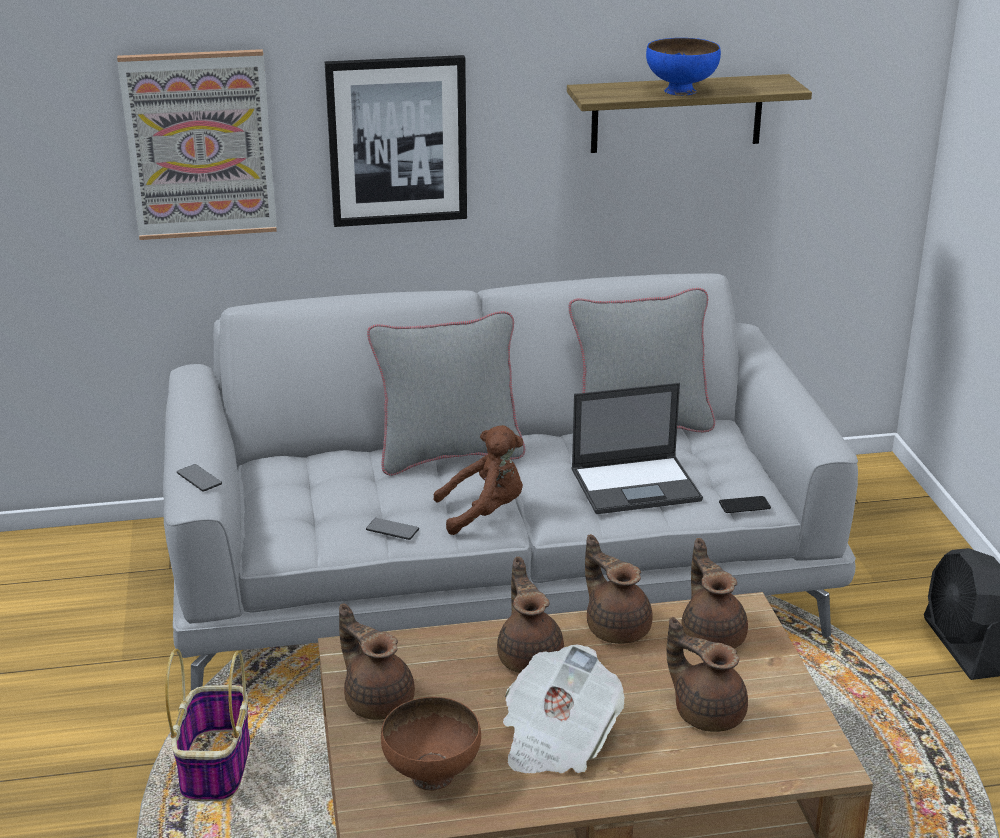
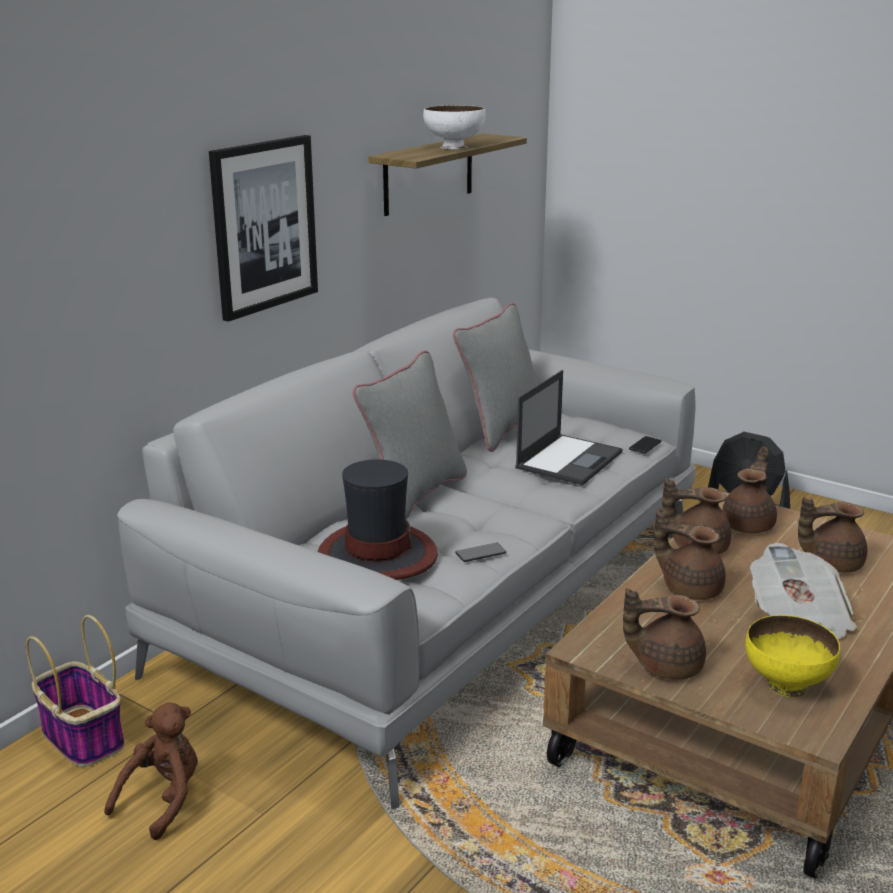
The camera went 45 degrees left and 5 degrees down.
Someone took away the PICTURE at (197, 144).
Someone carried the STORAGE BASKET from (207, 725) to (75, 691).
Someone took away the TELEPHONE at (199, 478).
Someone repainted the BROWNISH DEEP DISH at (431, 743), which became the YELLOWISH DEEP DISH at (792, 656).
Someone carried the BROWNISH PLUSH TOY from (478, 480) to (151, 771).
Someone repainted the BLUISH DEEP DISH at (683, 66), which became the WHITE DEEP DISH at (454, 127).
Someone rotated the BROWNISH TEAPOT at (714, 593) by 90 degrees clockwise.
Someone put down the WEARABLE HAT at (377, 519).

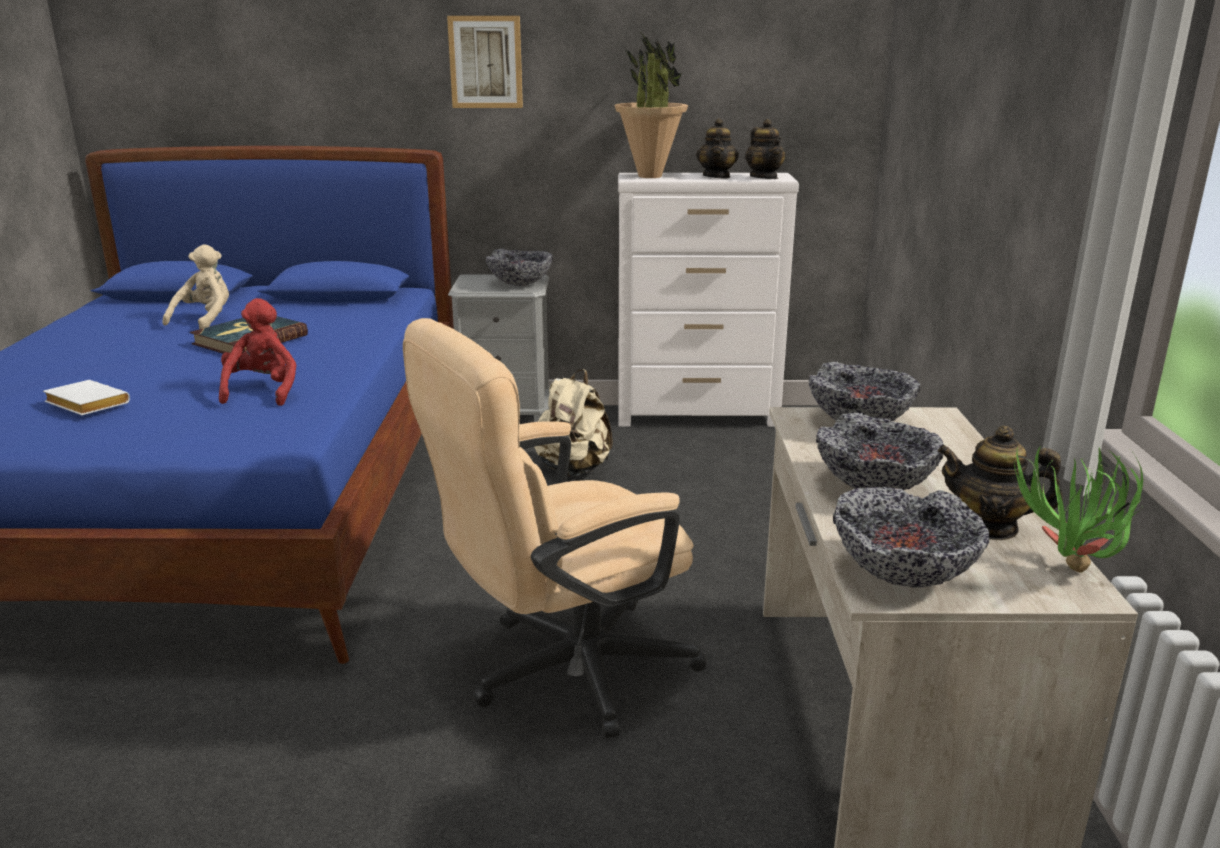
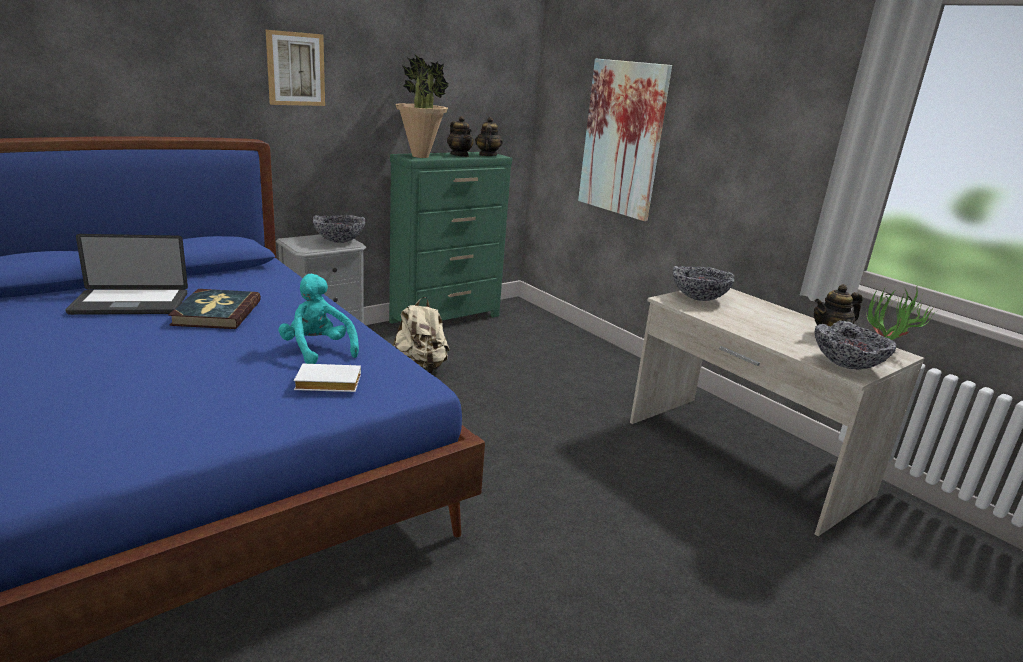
The camera went 40 degrees left and 0 degrees up.
Someone carried the WHITE BOUND BOOK from (86, 397) to (327, 377).
Someone swapped the BEIGE-COLOURED PLUSH TOY at (195, 287) for the PORTABLE COMPUTER at (126, 274).
Someone repainted the REDDISH PLUSH TOY at (257, 352), which became the BLUE-GREEN PLUSH TOY at (318, 319).
Someone took away the BEIGE-COLOURED DESK CHAIR at (555, 528).
Someone repainted the WHITE DRAWER CHEST at (708, 300), which became the GREEN DRAWER CHEST at (450, 238).
Someone rotated the TEAPOT at (765, 149) by 120 degrees counterclockwise.
Someone took away the DEEP DISH at (879, 451).
Someone put up the PICTURE at (625, 139).

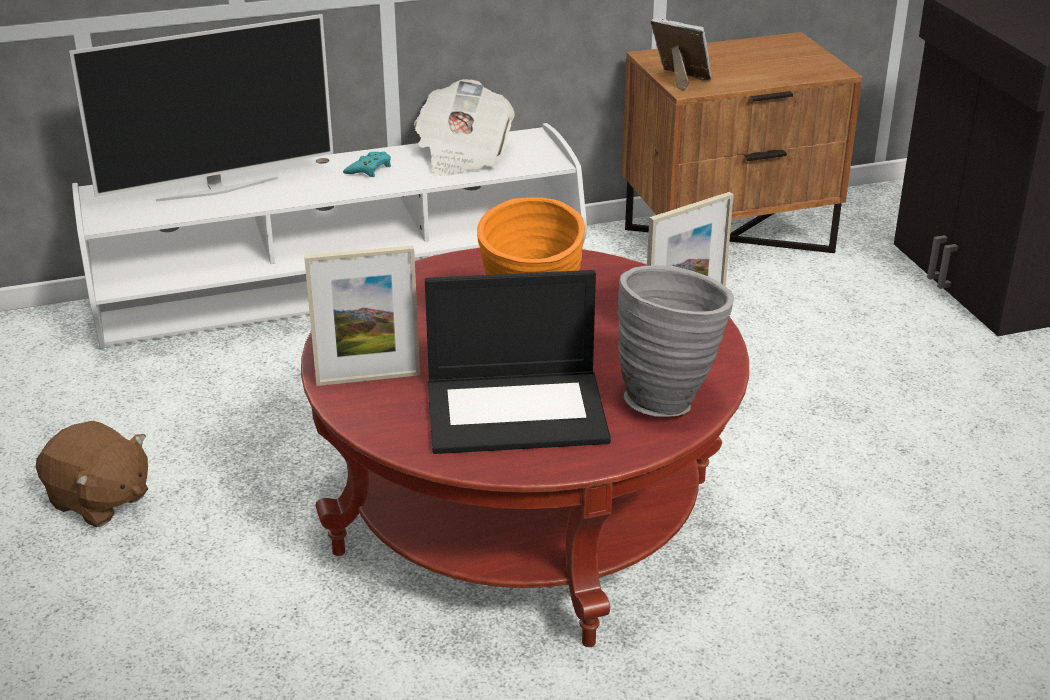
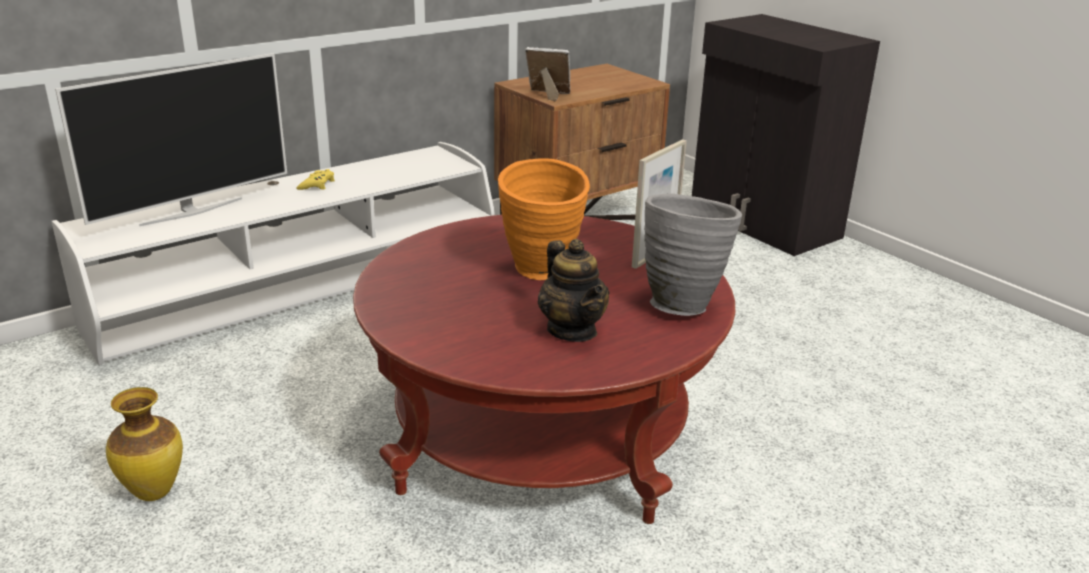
The camera went 20 degrees left and 5 degrees down.
Someone swapped the BROWNISH PLUSH TOY at (92, 474) for the VASE at (144, 444).
Someone took away the PICTURE FRAME at (362, 316).
Someone repainted the BLUE-GREEN JOYPAD at (367, 164), which became the YELLOWISH JOYPAD at (315, 179).
Someone took away the NEWSPAPER at (464, 127).
Someone swapped the PORTABLE COMPUTER at (518, 362) for the TEAPOT at (574, 290).

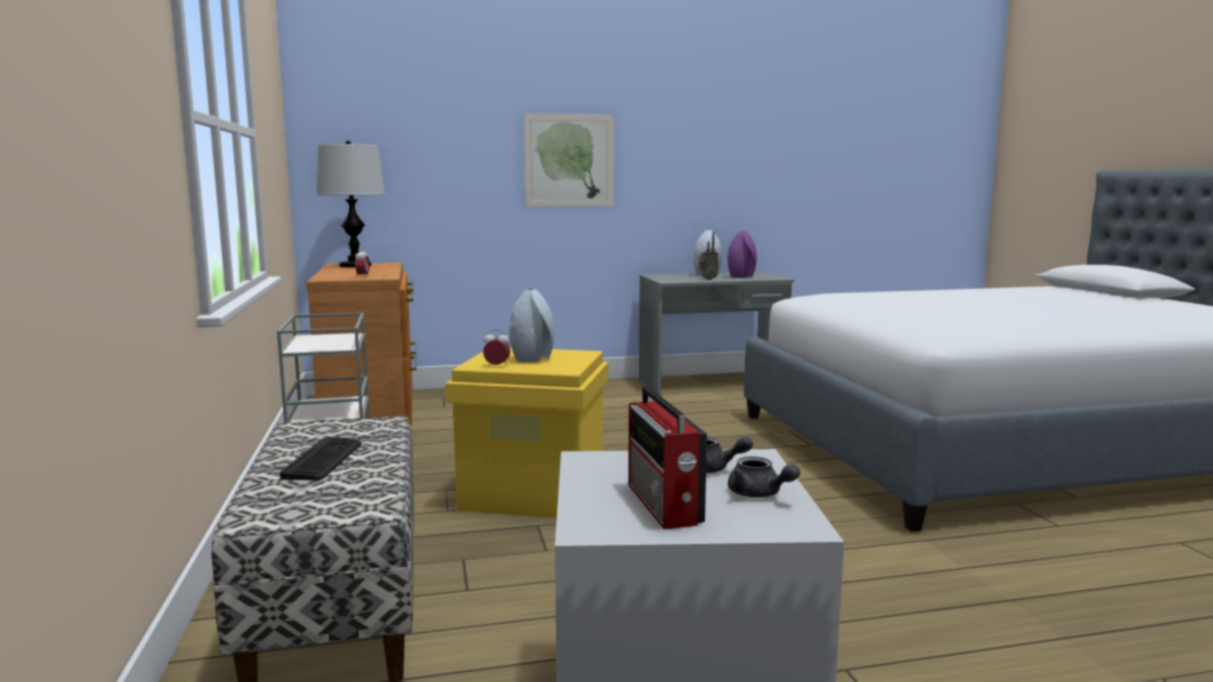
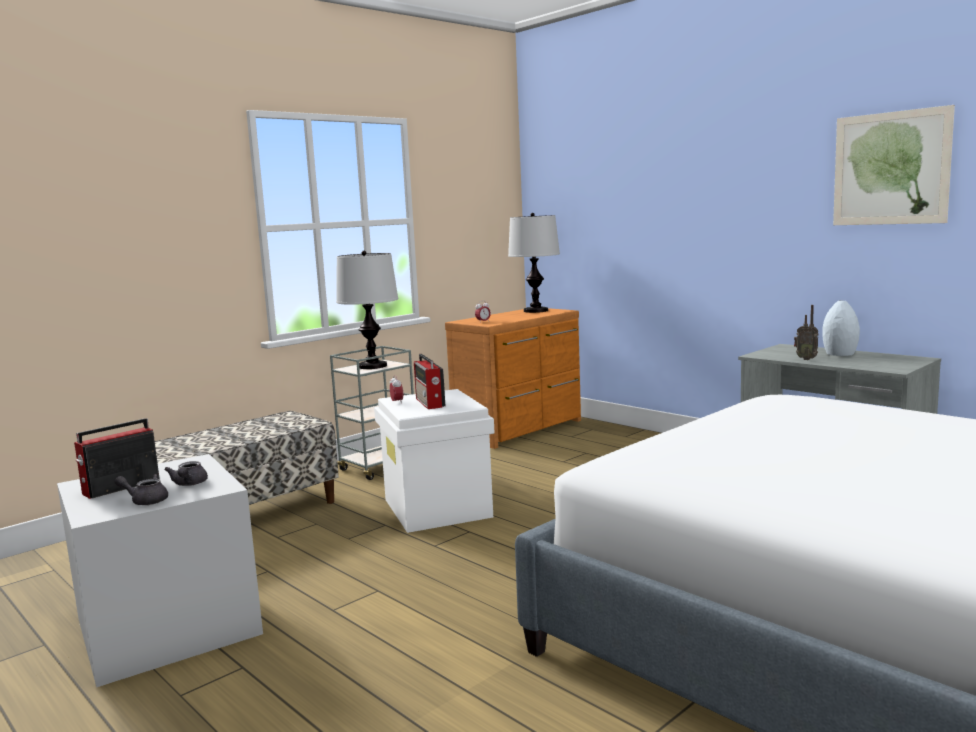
The camera went 60 degrees right and 0 degrees up.
Someone took away the KEYBOARD at (320, 458).
Someone repainted the YELLOWISH STORAGE CONTAINER at (526, 433), which became the WHITE STORAGE CONTAINER at (434, 461).
Someone swapped the GRAY VASE at (531, 326) for the RADIO at (429, 381).
Someone carried the PICTURE from (569, 160) to (894, 165).
Someone took away the PURPLE VASE at (742, 254).
Someone rotated the GRAY TEAPOT at (764, 477) by 75 degrees clockwise.
Someone put down the TABLETOP LAMP at (367, 310).

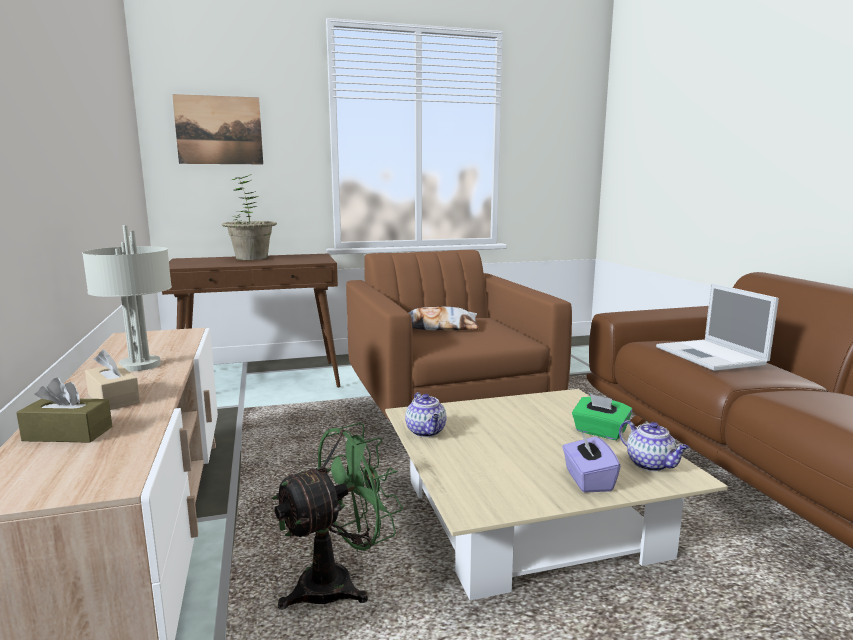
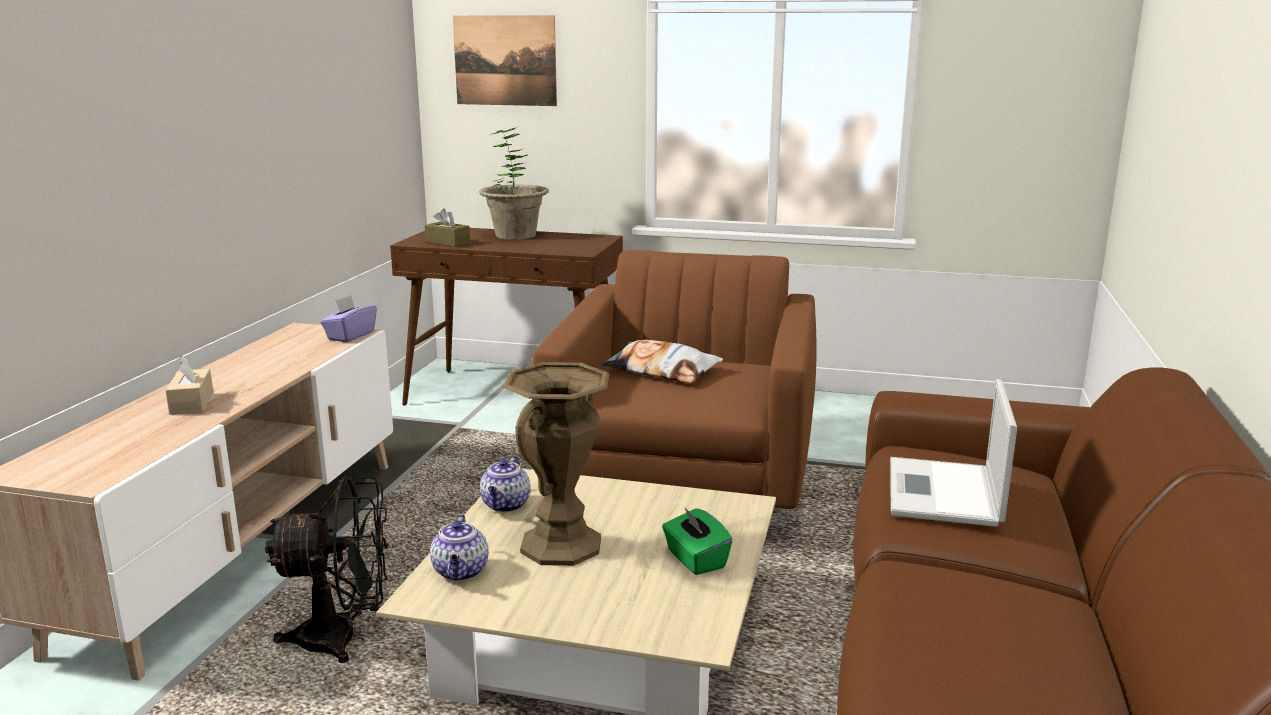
The camera went 30 degrees right and 5 degrees up.
Someone carried the BROWNISH TISSUE BOX from (64, 410) to (447, 227).
Someone took away the GRAY TABLETOP LAMP at (127, 298).
Someone repainted the GREEN ELECTRIC FAN at (337, 516), which became the BLACK ELECTRIC FAN at (326, 569).
Someone carried the PURPLE TISSUE BOX from (591, 462) to (348, 318).
Someone carried the TEAPOT from (654, 445) to (459, 547).
Someone put down the BROWNISH VASE at (556, 464).

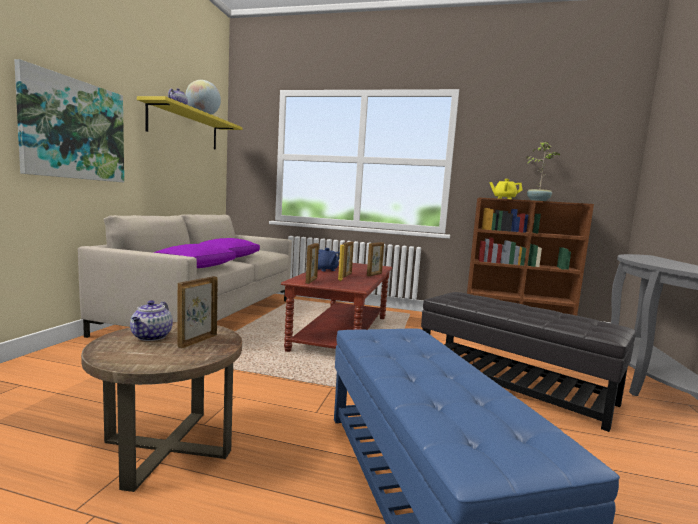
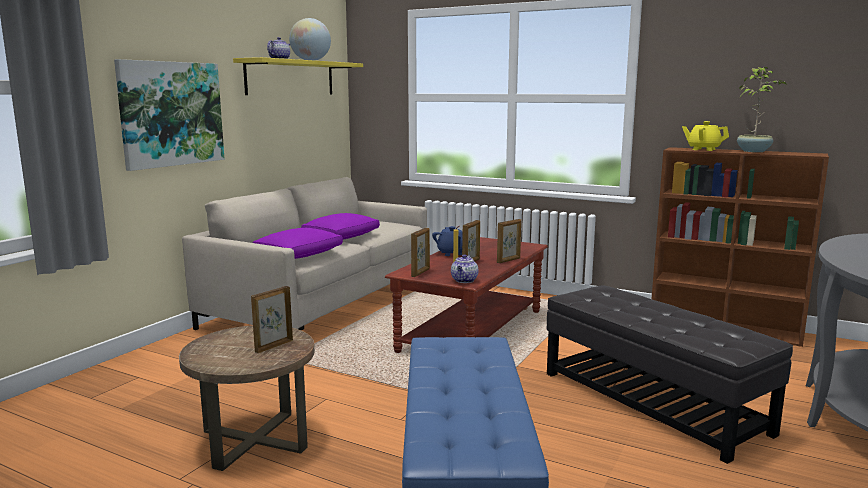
The camera went 15 degrees right and 5 degrees up.
Someone carried the TEAPOT from (151, 320) to (465, 268).

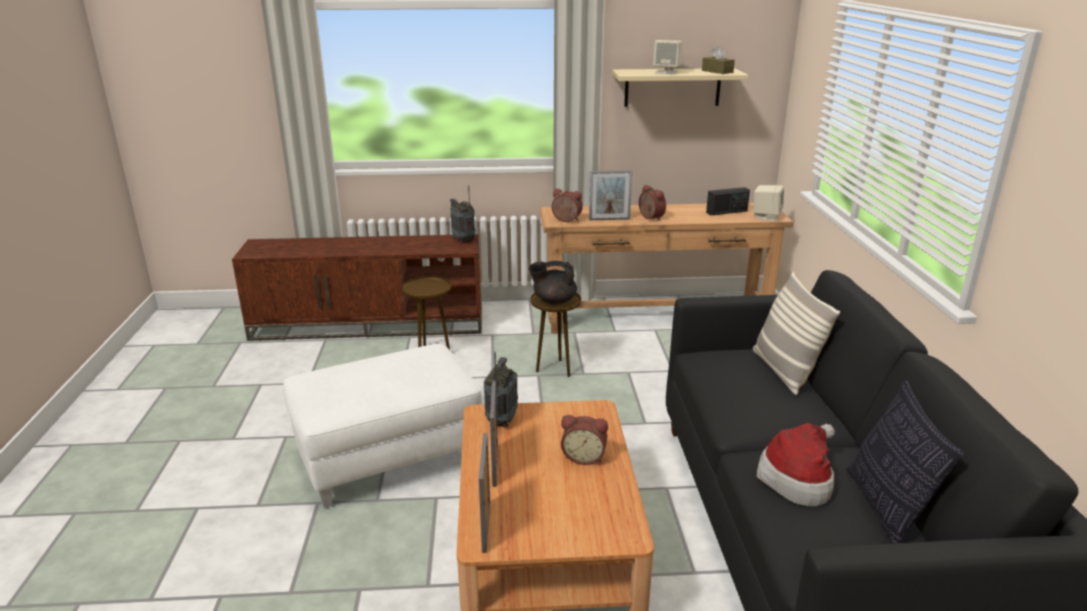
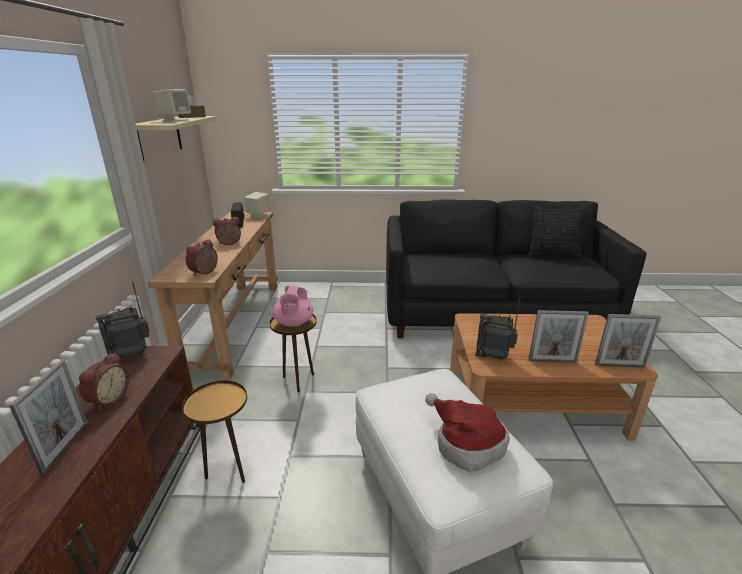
The camera went 85 degrees left and 0 degrees up.
Someone repainted the BLACK TEAPOT at (553, 283), which became the PINKISH TEAPOT at (292, 306).
Someone carried the ALARM CLOCK from (584, 440) to (104, 381).
Someone carried the PICTURE FRAME from (610, 195) to (48, 417).
Someone took away the PILLOW at (796, 333).
Someone carried the WEARABLE HAT from (796, 464) to (467, 433).

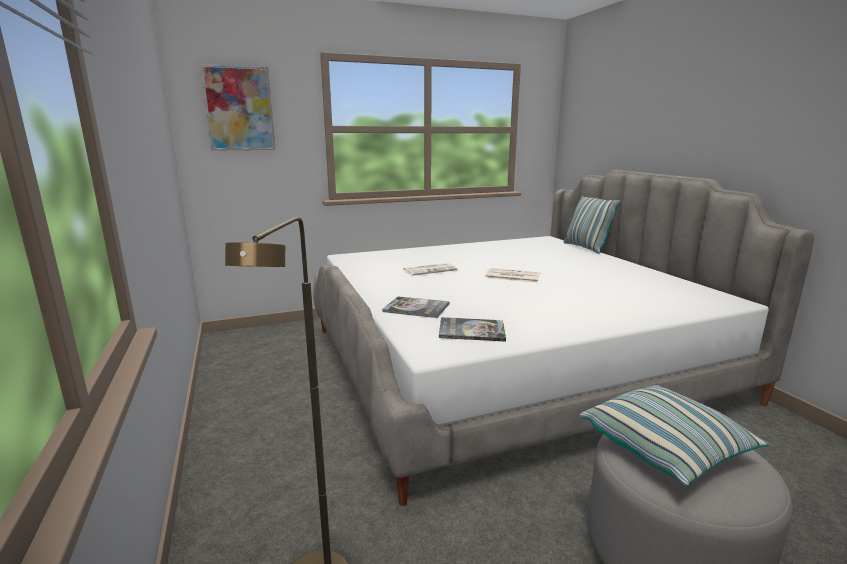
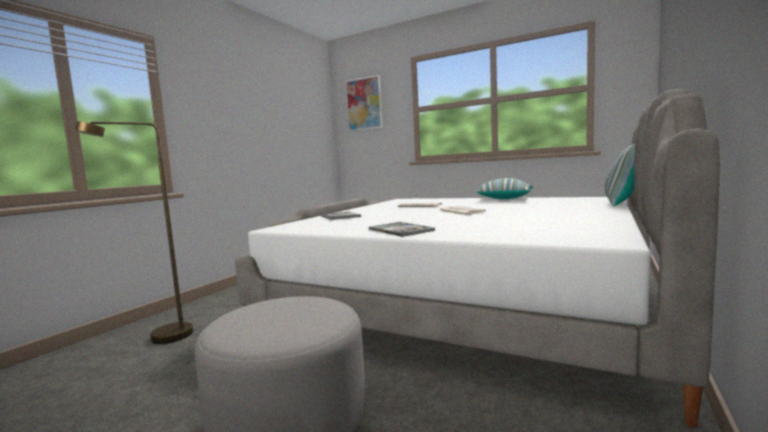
The camera went 50 degrees right and 10 degrees down.
Someone carried the BOUND BOOK from (472, 329) to (402, 229).
Someone carried the PILLOW from (675, 435) to (504, 188).

